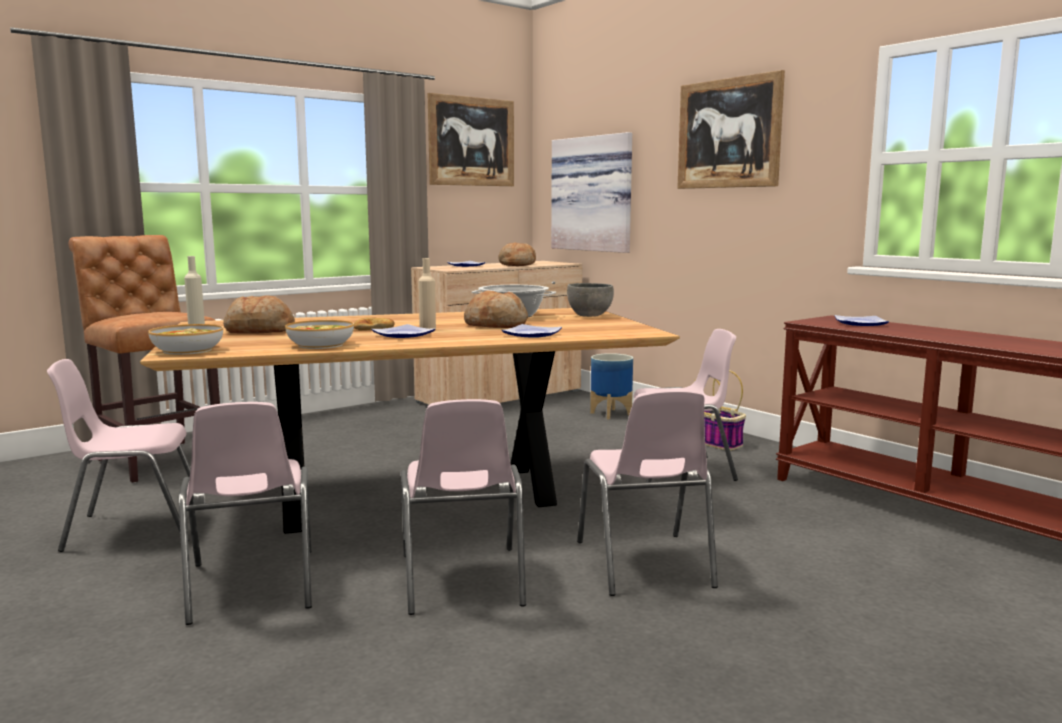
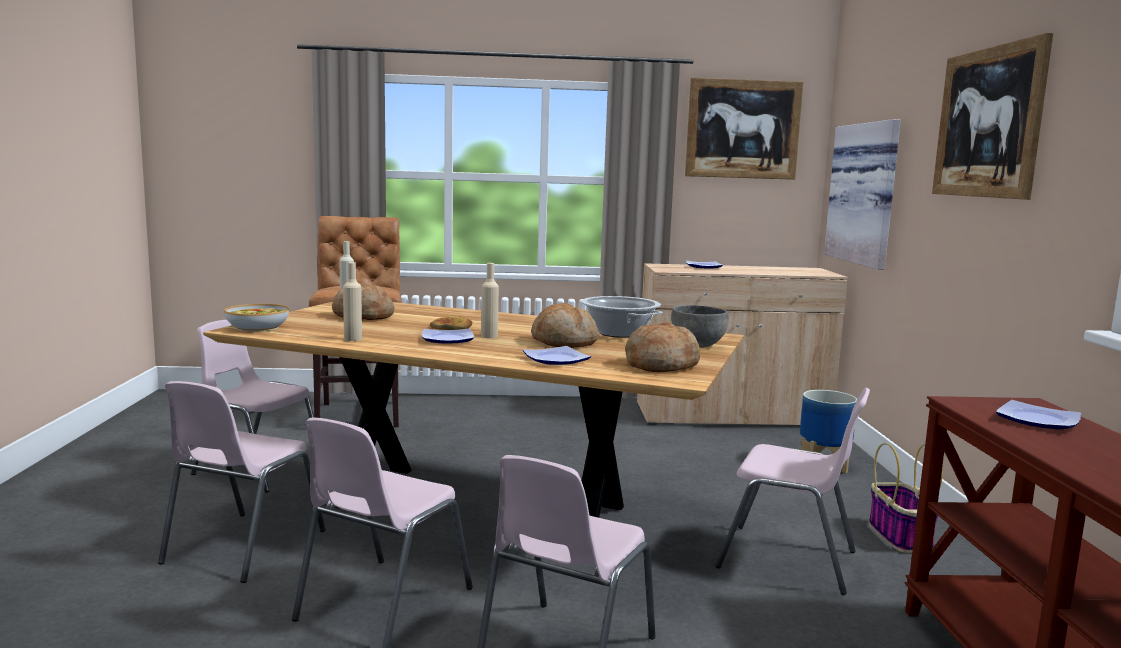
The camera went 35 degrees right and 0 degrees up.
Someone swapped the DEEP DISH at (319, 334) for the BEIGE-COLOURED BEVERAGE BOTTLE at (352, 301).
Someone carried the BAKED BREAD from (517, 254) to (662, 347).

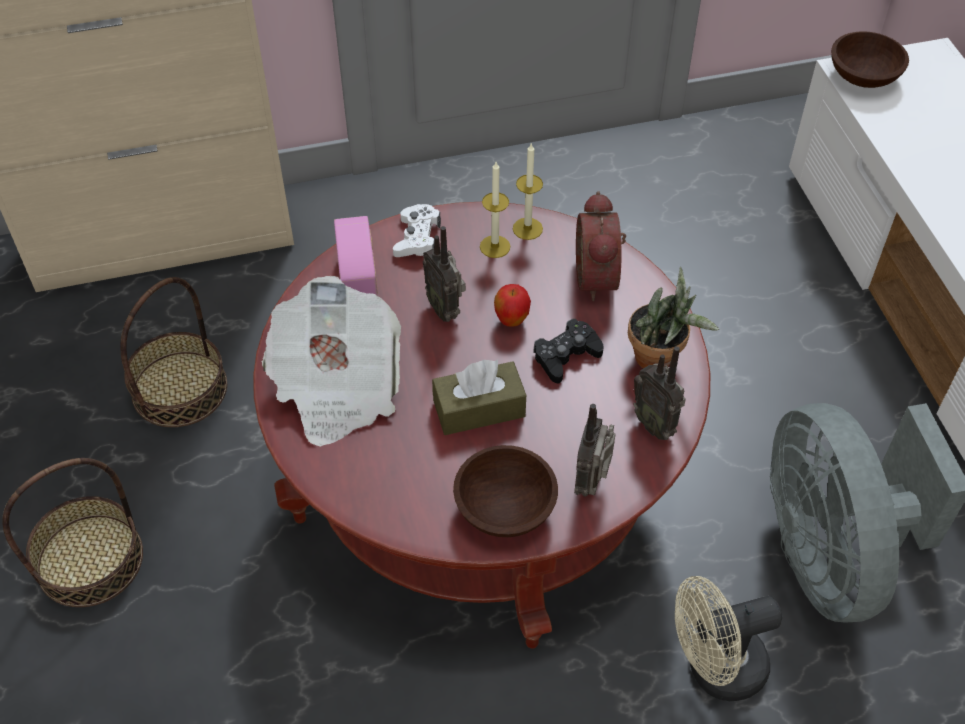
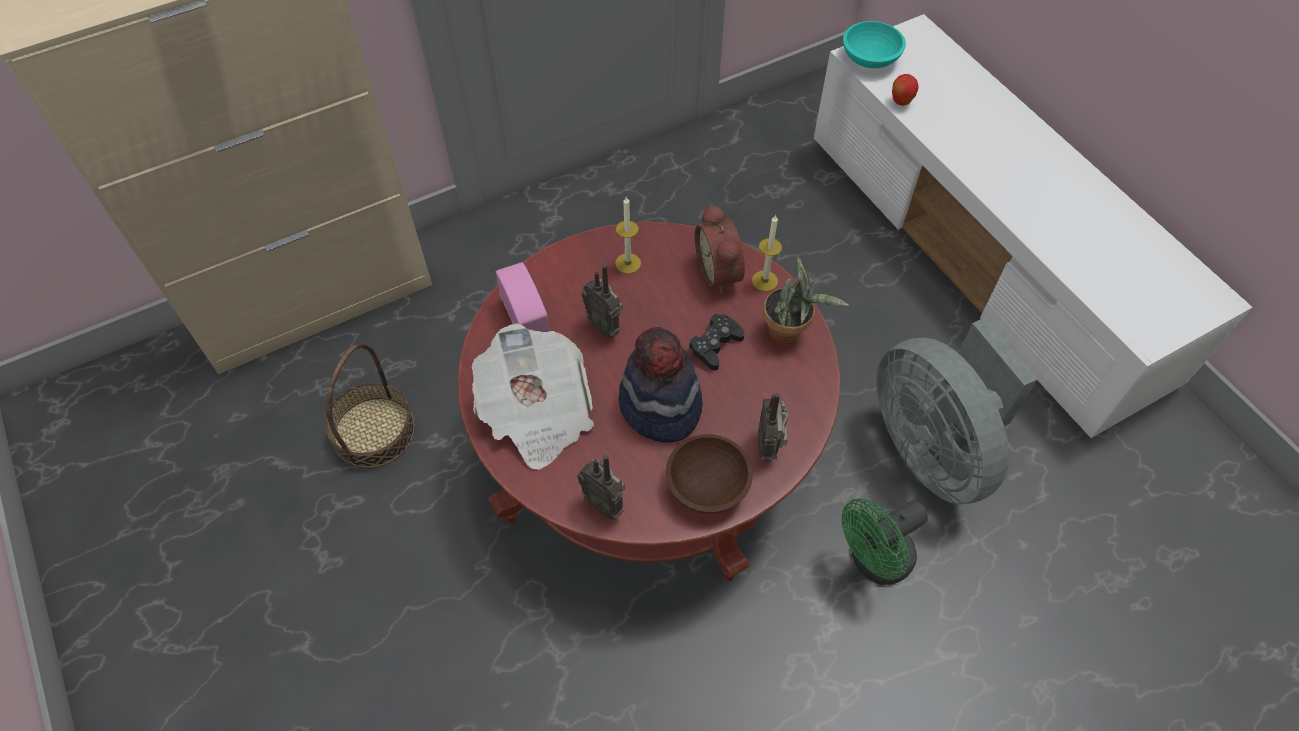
The camera went 15 degrees left and 5 degrees up.
Someone took away the STORAGE BASKET at (72, 532).
Someone took away the WHITE JOYPAD at (417, 230).
Someone swapped the BROWNISH TISSUE BOX at (479, 397) for the WEARABLE HAT at (661, 384).
Someone carried the APPLE FRUIT from (512, 305) to (905, 90).
Someone carried the CANDLE from (528, 192) to (767, 253).
Someone carried the RADIO from (659, 393) to (601, 487).
Someone repainted the BEIGE-COLOURED ELECTRIC FAN at (728, 638), which became the GREEN ELECTRIC FAN at (885, 541).
Someone repainted the BROWNISH DEEP DISH at (870, 59), which became the BLUE-GREEN DEEP DISH at (874, 44).

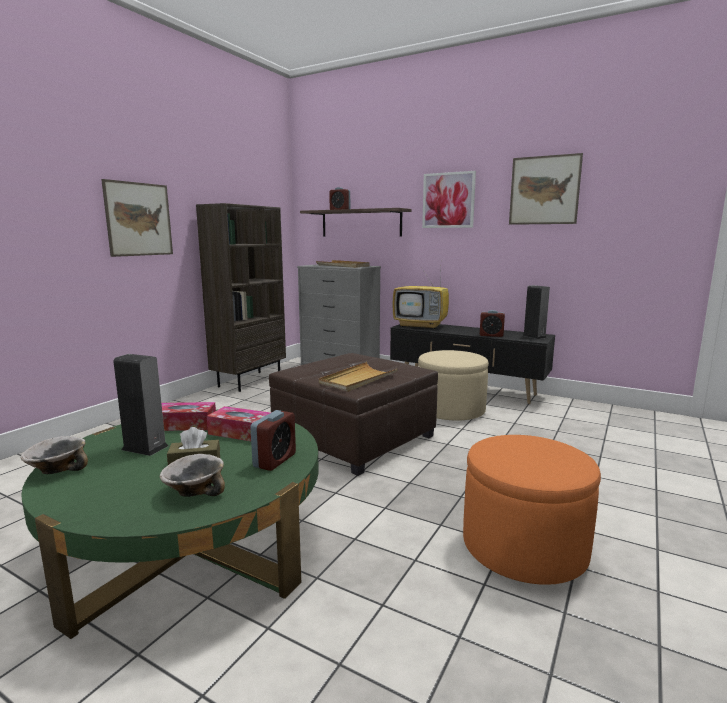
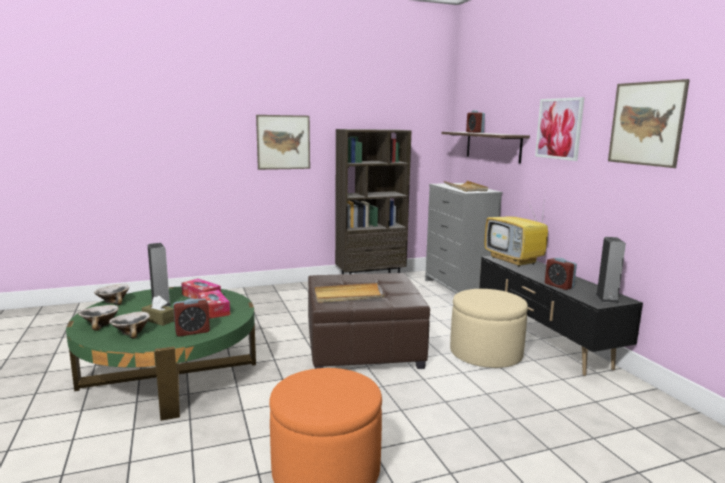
The camera went 40 degrees right and 0 degrees up.
Someone put down the DEEP DISH at (98, 318).

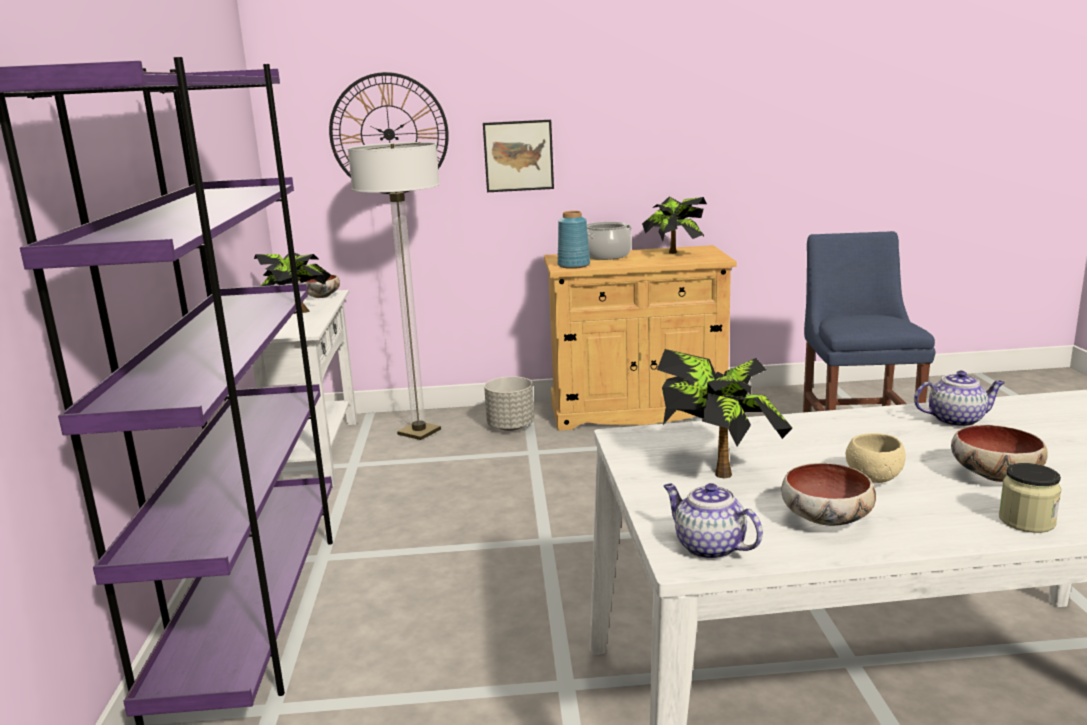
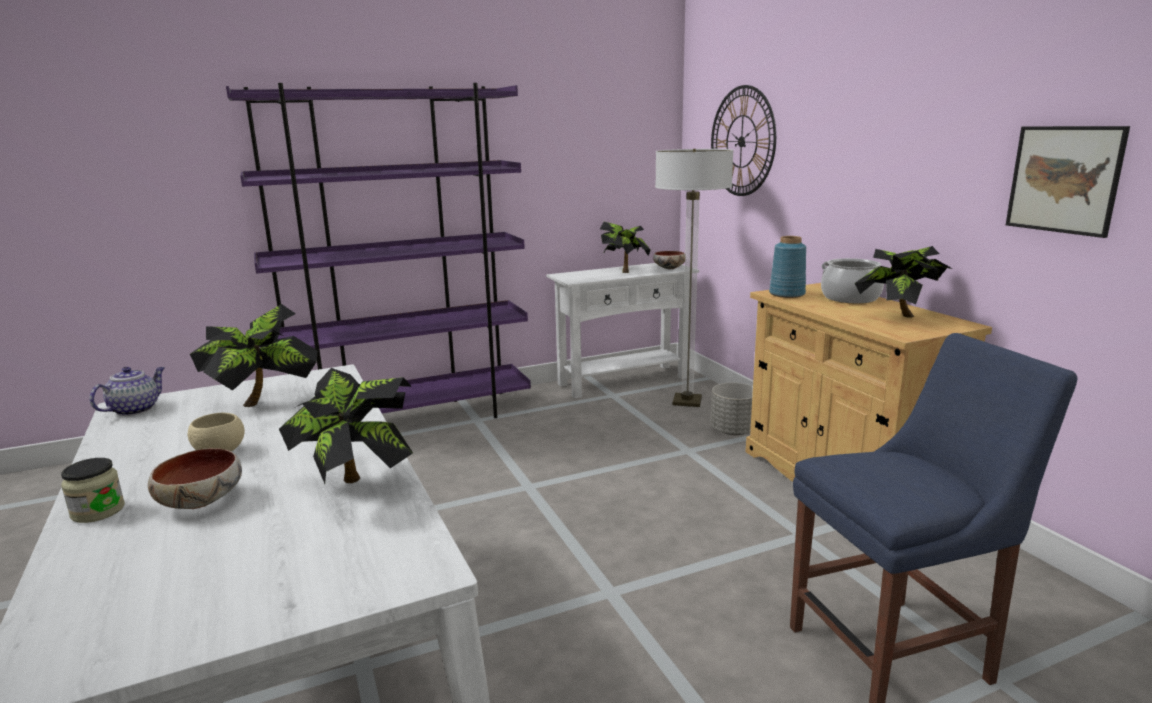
The camera went 70 degrees right and 0 degrees up.
Someone carried the PICTURE from (518, 156) to (1068, 182).
Someone took away the DEEP DISH at (828, 494).
Someone swapped the TEAPOT at (959, 398) for the PLANT IN A POT at (346, 426).

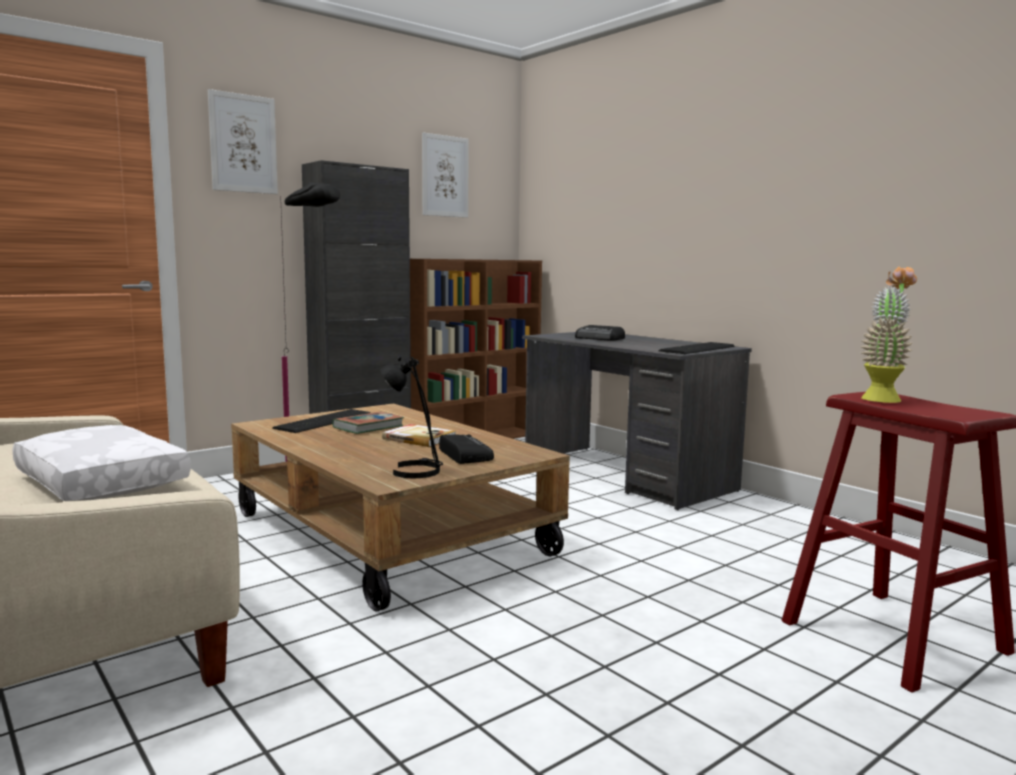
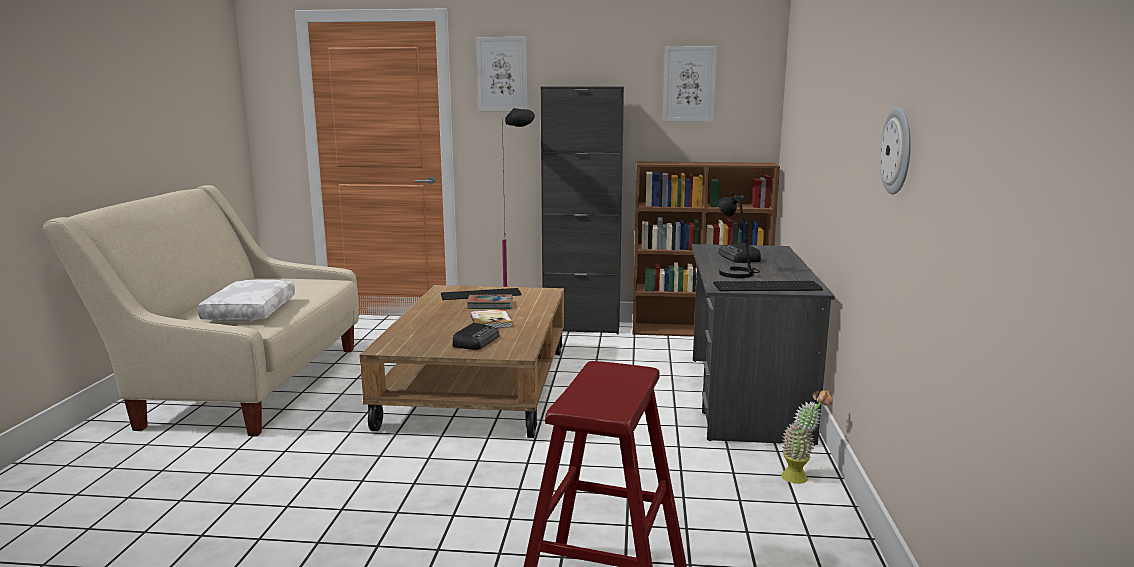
The camera went 45 degrees right and 5 degrees up.
Someone carried the BLACK TABLETOP LAMP from (411, 417) to (739, 235).
Someone carried the PLANT IN A POT from (889, 335) to (807, 437).
Someone put up the HANGING CLOCK at (895, 151).

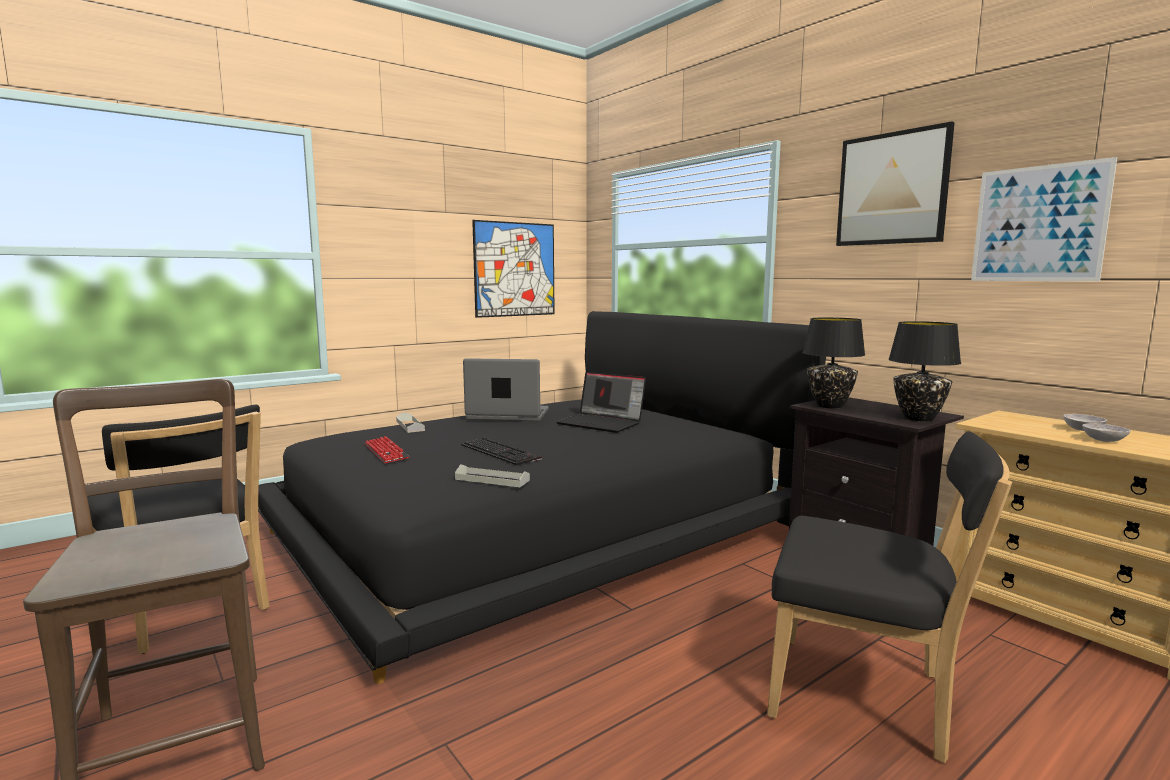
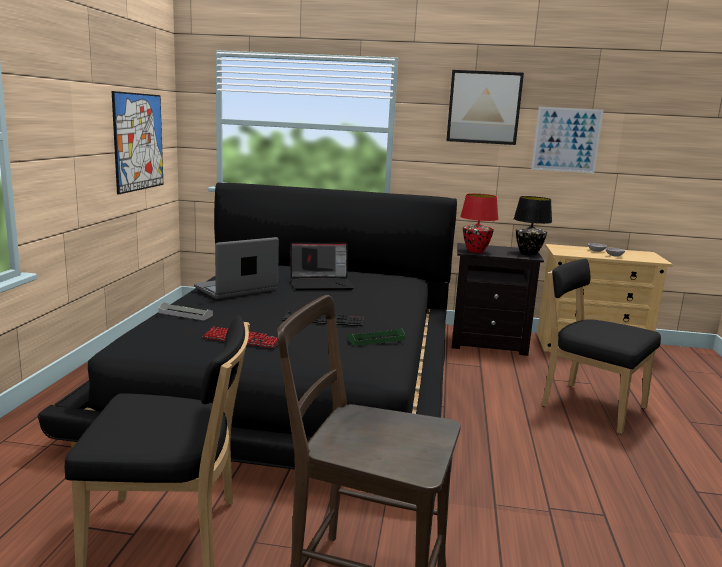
The camera went 45 degrees left and 5 degrees up.
Someone repainted the GRAY SERVING TRAY at (492, 475), which became the GREEN SERVING TRAY at (377, 337).
Someone rotated the BLACK CHAIR at (889, 597) by 120 degrees counterclockwise.
Someone repainted the BLACK TABLETOP LAMP at (833, 362), which became the REDDISH TABLETOP LAMP at (479, 223).

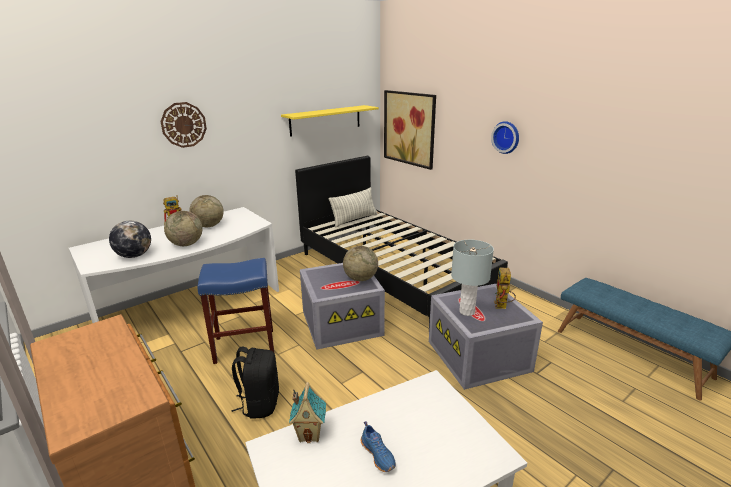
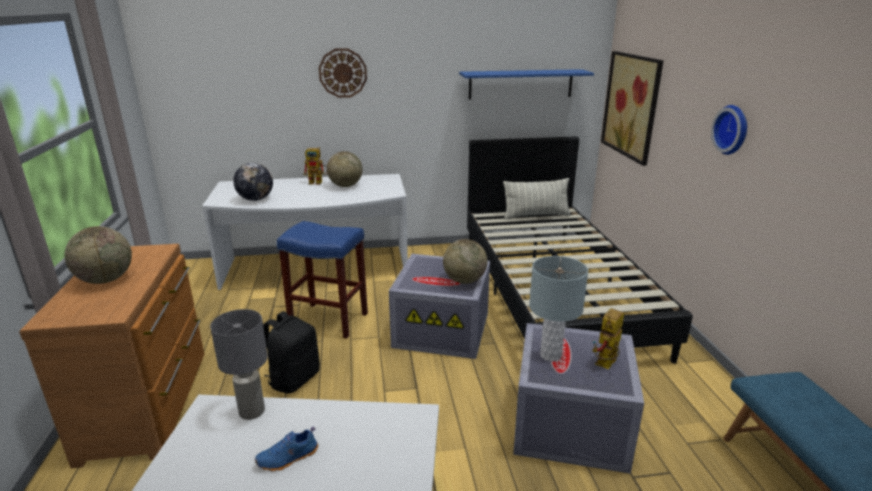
The camera went 30 degrees right and 0 degrees up.
Someone carried the WORLD GLOBE from (183, 228) to (98, 255).
Someone repainted the YELLOWISH BRACKET SHELF at (330, 121), which became the BLUISH BRACKET SHELF at (526, 84).
Someone swapped the MODEL HOUSE at (307, 412) for the GRAY TABLETOP LAMP at (239, 364).
Someone rotated the BLUISH LOW SHOE at (378, 446) by 60 degrees clockwise.

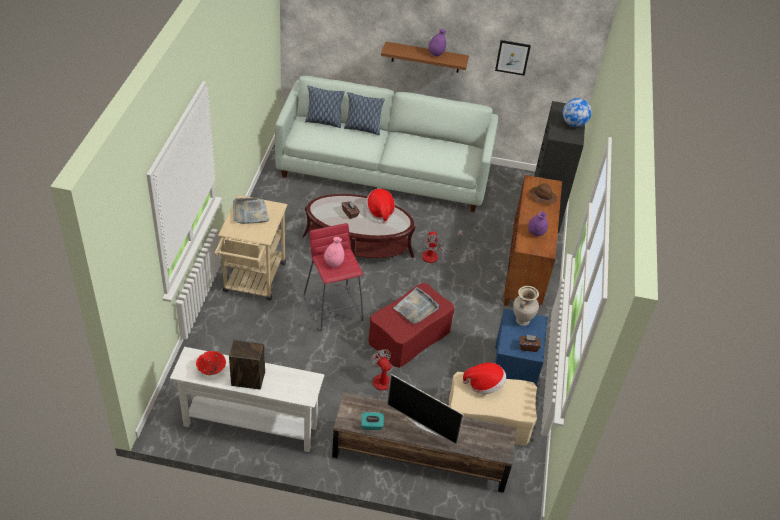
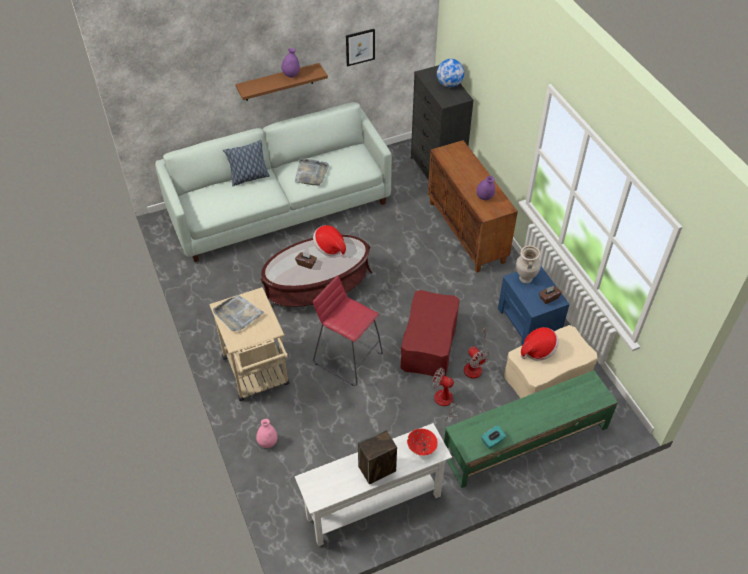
The camera went 30 degrees left and 5 degrees up.
Someone carried the REDDISH DEEP DISH from (211, 363) to (422, 442).
Someone took away the PILLOW at (325, 107).
Someone carried the PINKISH VASE from (334, 252) to (266, 433).
Someone repainted the BROWNISH TV STAND at (424, 442), which became the GREEN TV STAND at (531, 429).
Someone took away the TV SET at (425, 409).
Someone carried the GRAY SERVING TRAY from (416, 305) to (312, 171).
Someone carried the ELECTRIC FAN from (442, 246) to (477, 353).
Someone took away the BROWNISH WEARABLE HAT at (543, 194).

